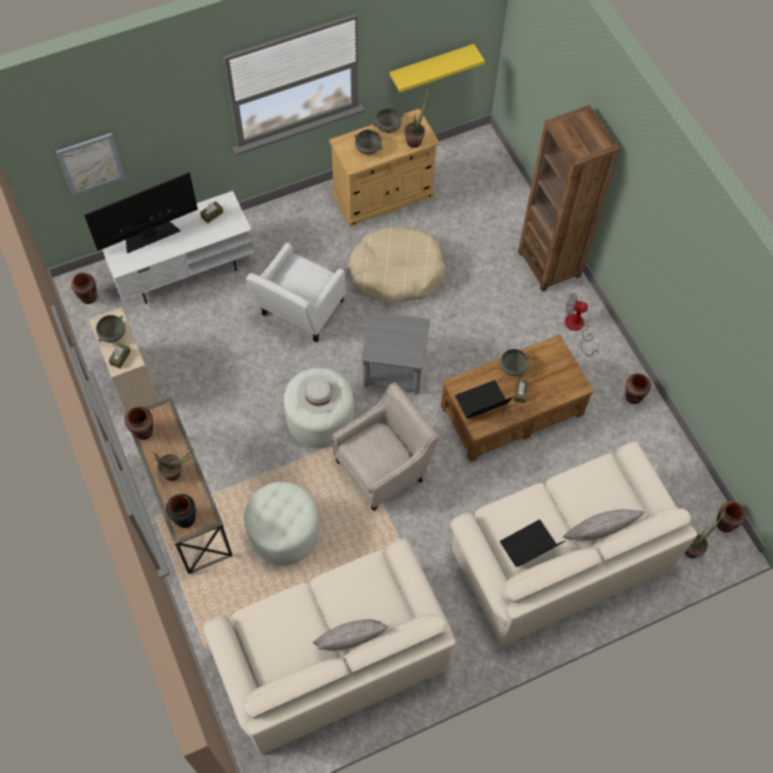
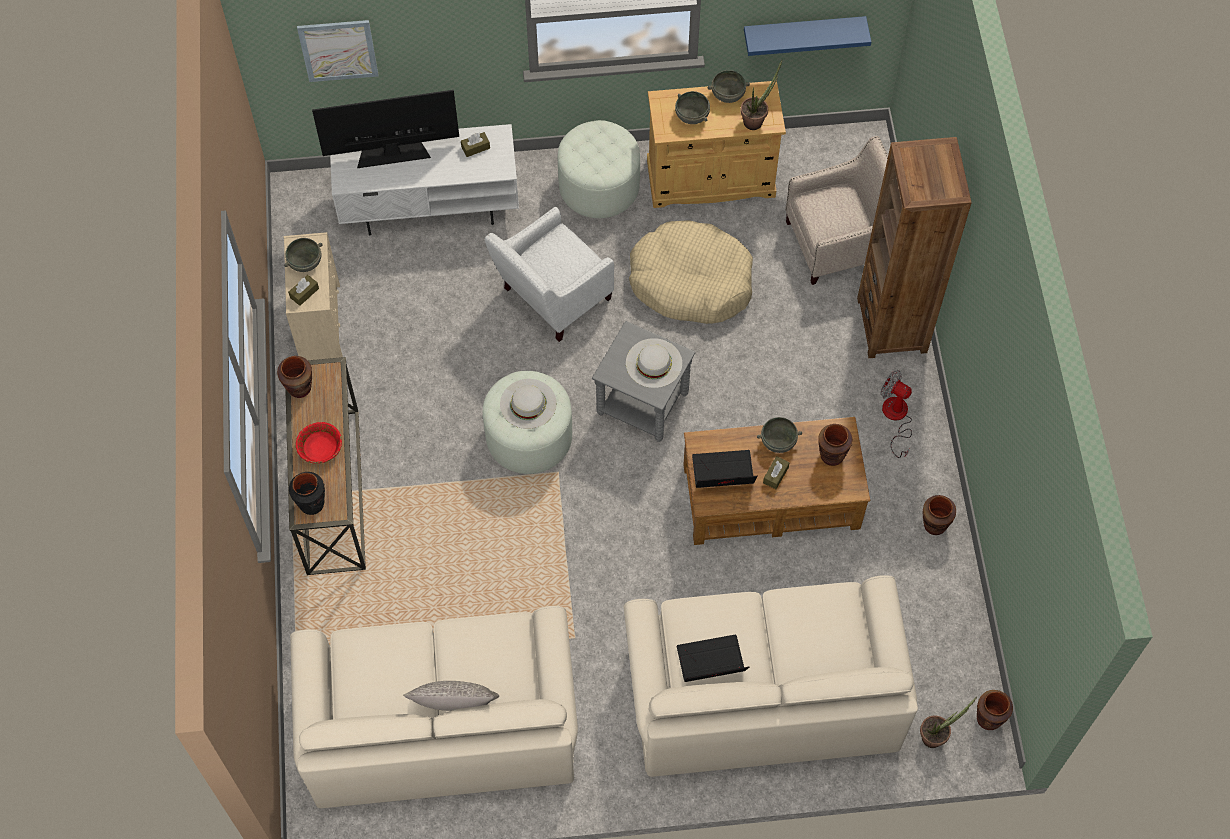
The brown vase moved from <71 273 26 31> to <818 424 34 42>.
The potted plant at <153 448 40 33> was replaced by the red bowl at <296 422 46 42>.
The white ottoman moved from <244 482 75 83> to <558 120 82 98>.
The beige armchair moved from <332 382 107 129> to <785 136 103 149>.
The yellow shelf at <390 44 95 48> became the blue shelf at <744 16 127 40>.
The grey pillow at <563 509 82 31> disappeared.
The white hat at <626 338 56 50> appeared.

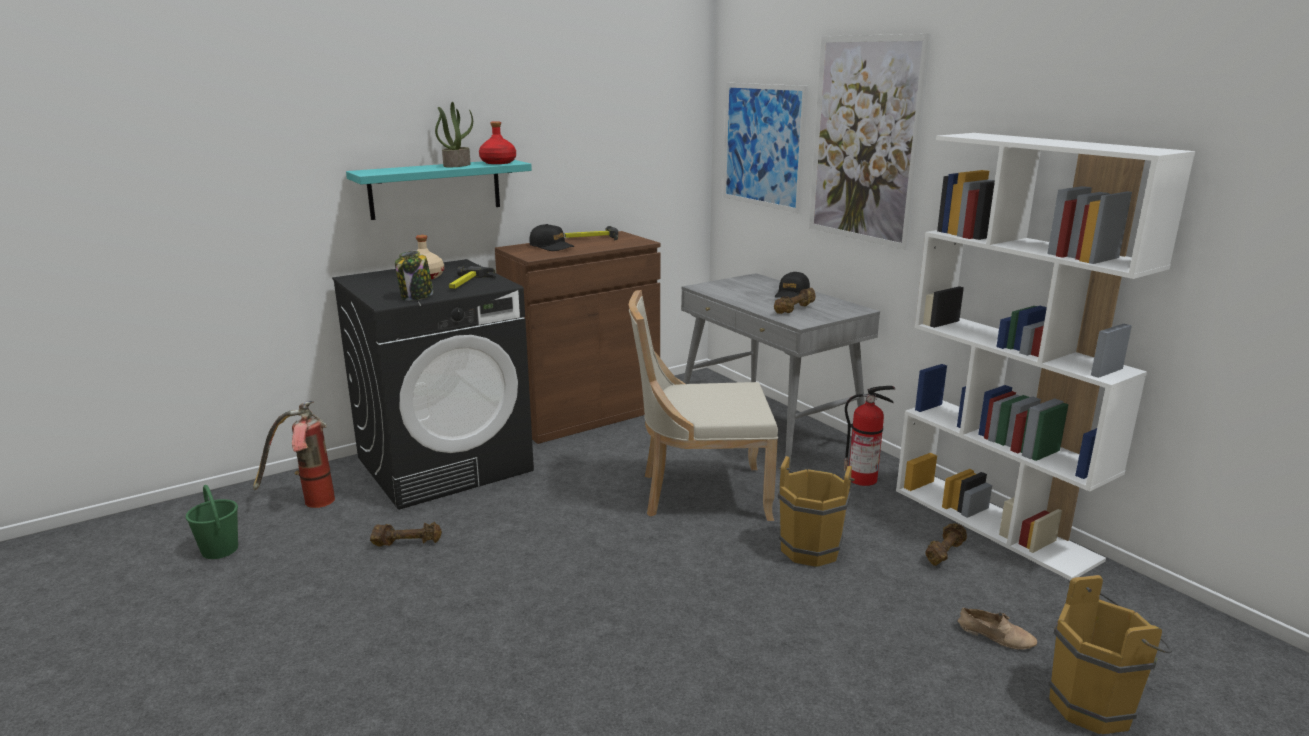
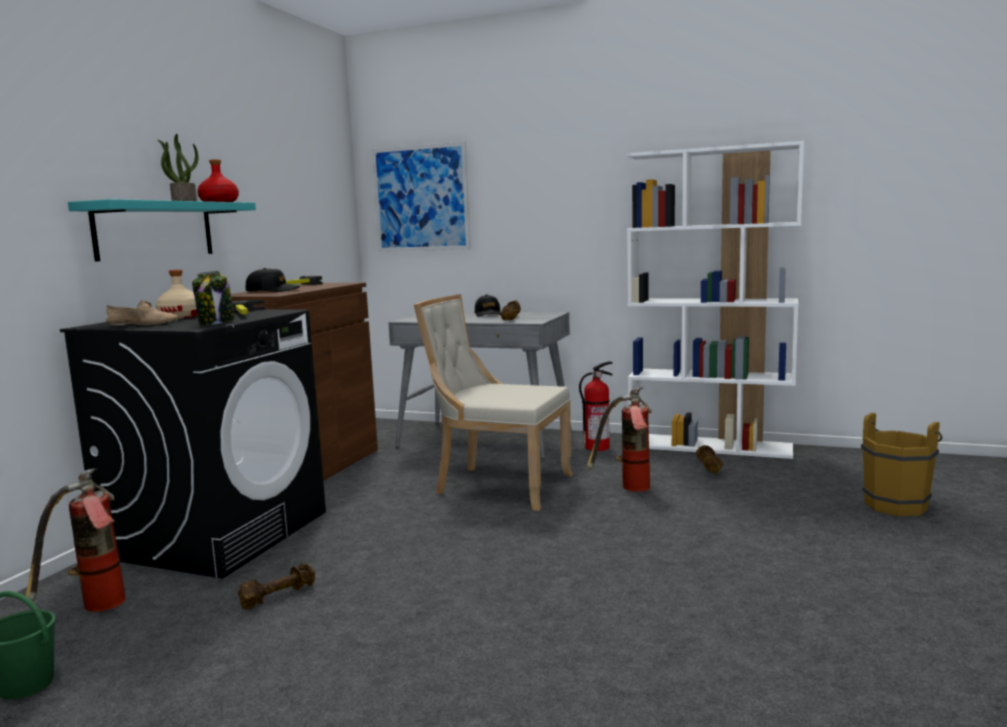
The beige chair at <629 290 149 231> turned 60 degrees clockwise.
The brown bucket at <778 456 77 111> was replaced by the fire extinguisher at <587 387 65 105>.
The picture at <809 34 122 216> disappeared.
The beige shoe moved from <958 608 79 42> to <106 300 72 26>.

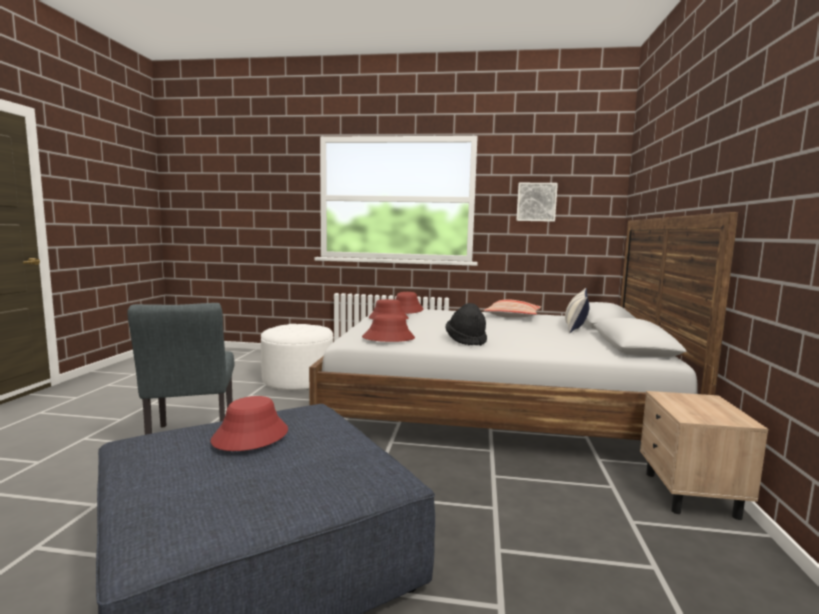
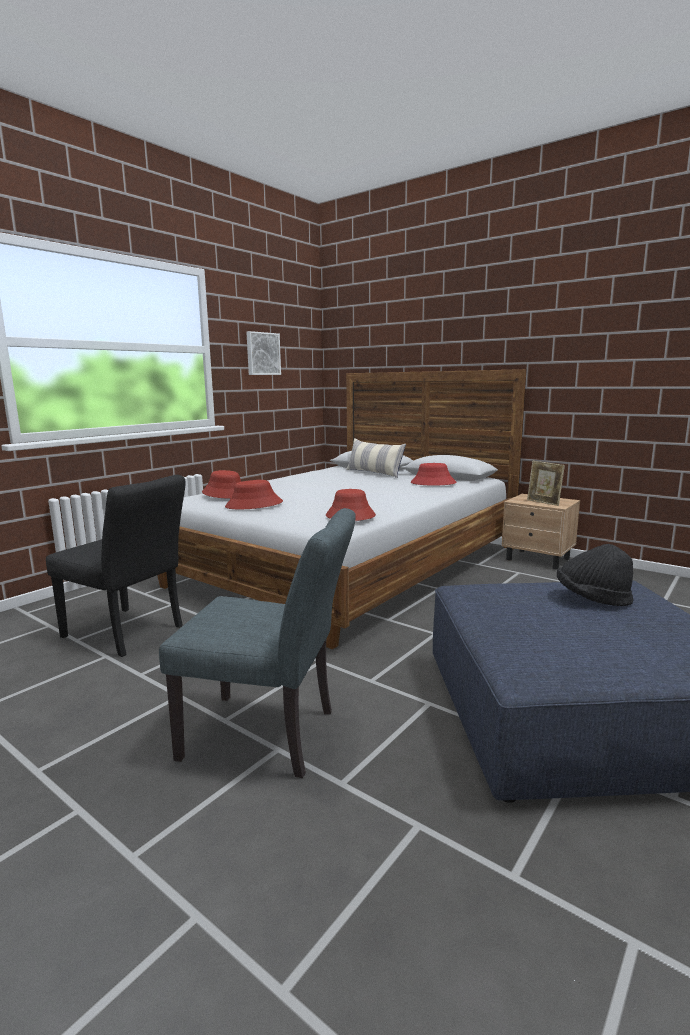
The red hat moved from <211 396 77 55> to <411 463 46 23>.
The white ottoman at <261 324 72 66> was replaced by the black chair at <46 475 140 182>.
The black hat moved from <445 303 42 43> to <557 544 77 62>.
The pillow at <484 299 57 19> disappeared.
The picture frame at <527 461 38 45> appeared.

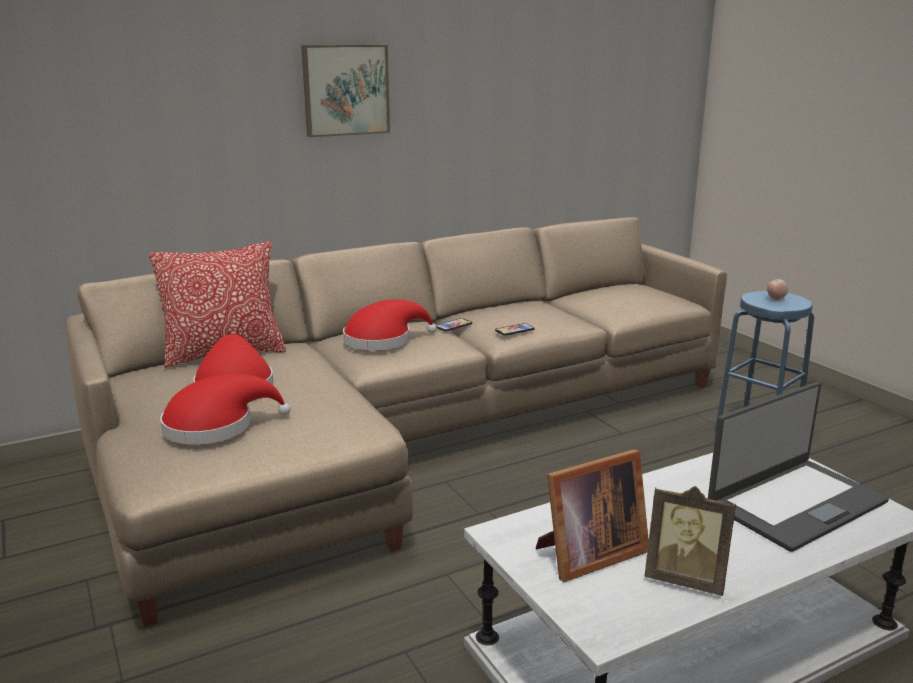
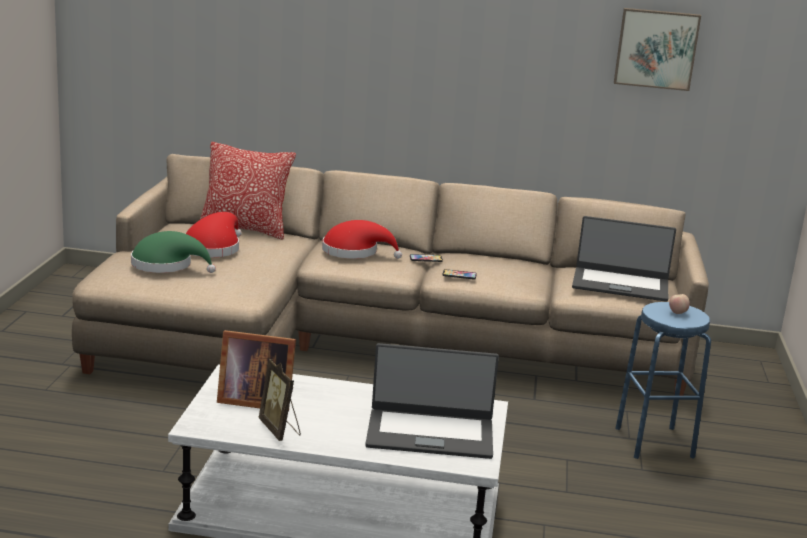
The red hat at <160 374 131 71> became the green hat at <131 231 85 42>.
The picture moved from <301 45 89 92> to <614 8 87 83>.
The laptop at <572 216 104 85> appeared.

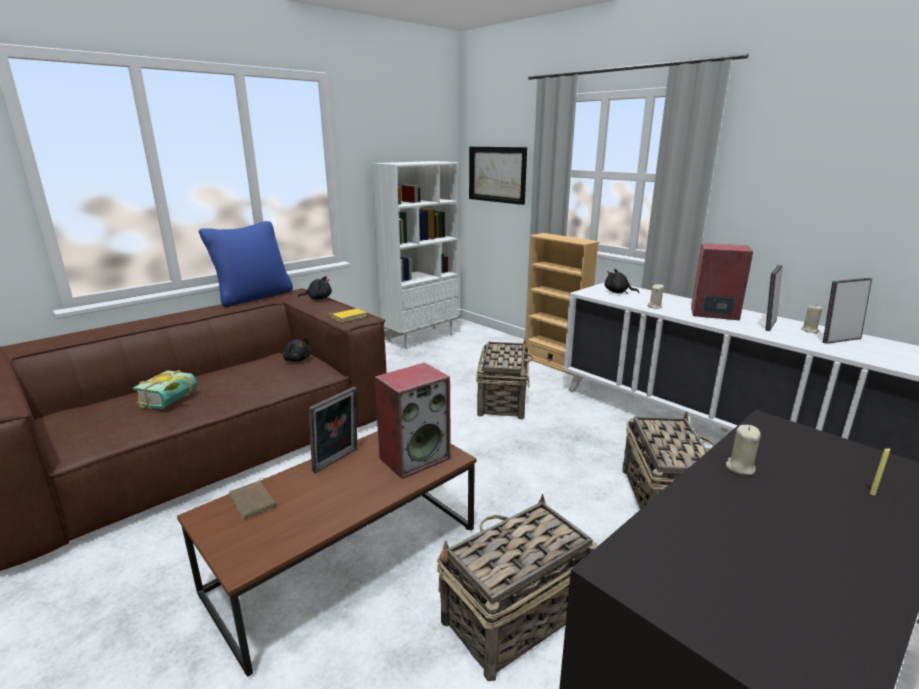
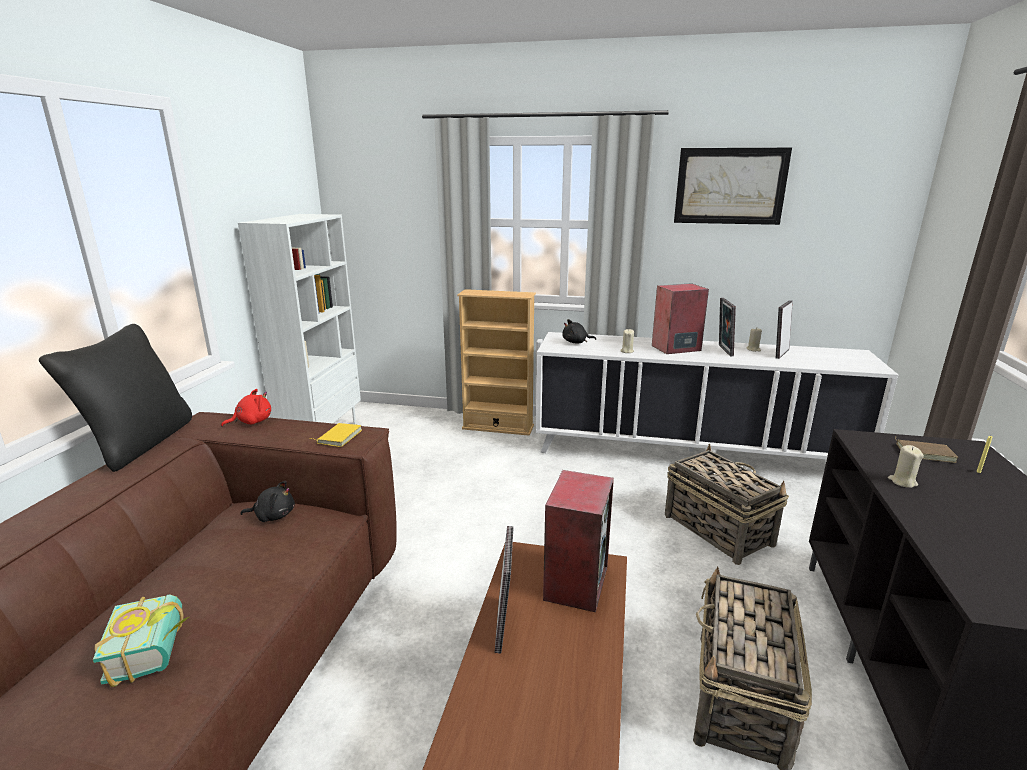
The blue pillow at <199 221 94 86> became the black pillow at <39 324 153 148>.
The brown book moved from <229 478 47 42> to <895 436 64 27>.
The black plush toy at <298 276 34 24> became the red plush toy at <221 389 50 38>.
The picture moved from <469 147 58 58> to <674 148 118 77>.
The basket at <476 338 57 81> disappeared.

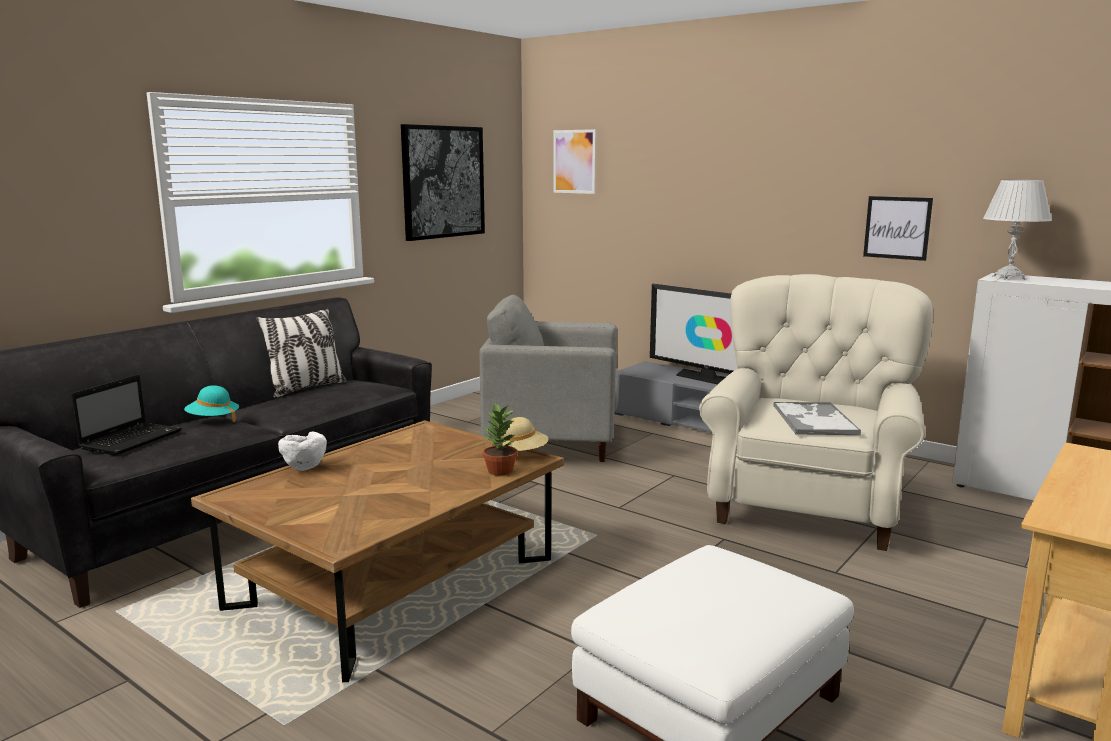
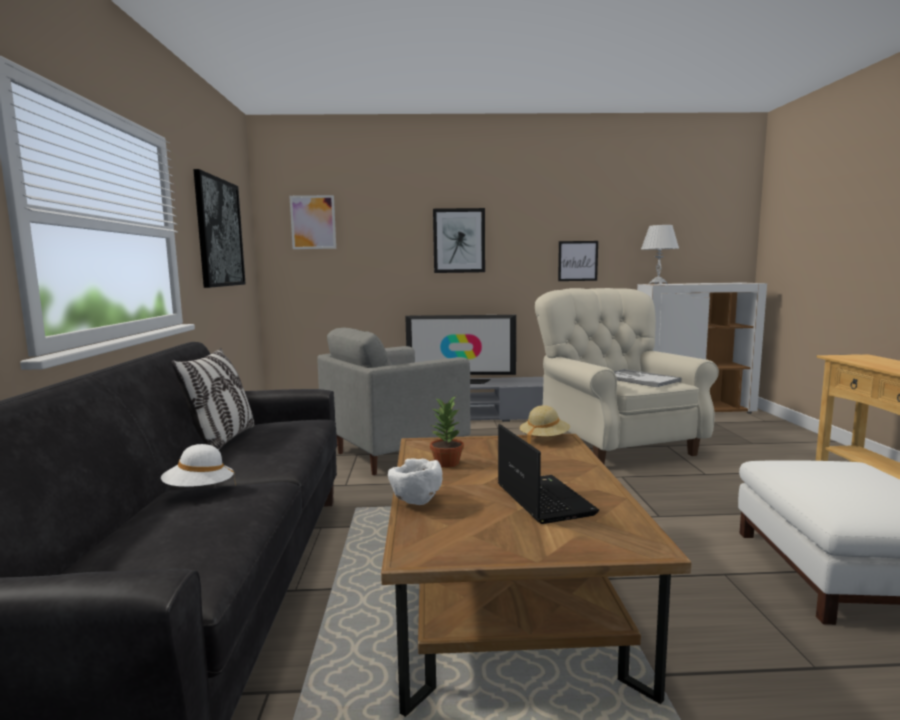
The laptop moved from <71 374 111 82> to <498 424 101 100>.
The turquoise hat at <184 385 55 37> became the white hat at <161 444 75 43>.
The potted plant moved from <483 403 34 73> to <430 396 34 72>.
The picture at <433 208 52 65> appeared.

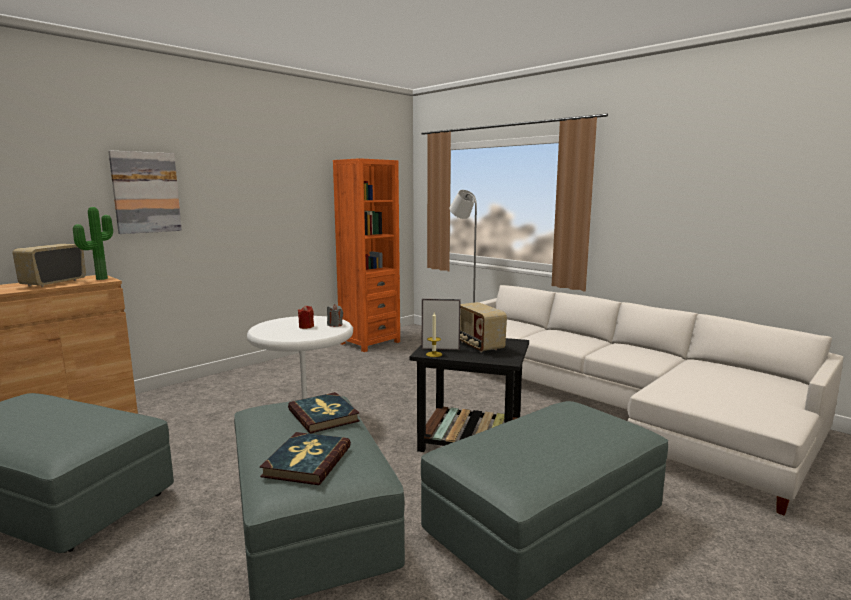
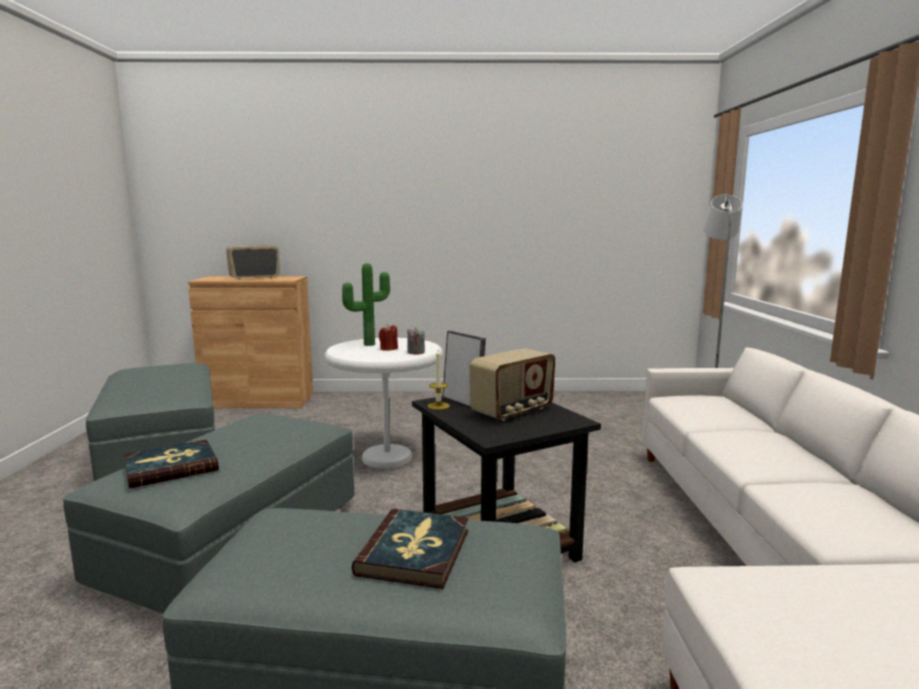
The potted plant moved from <73 207 40 73> to <342 263 48 83>.
The picture at <108 150 74 84> disappeared.
The book moved from <288 392 72 41> to <352 509 116 80>.
The orange bookcase at <333 158 67 194> disappeared.
The radio at <460 302 47 51> turned 150 degrees counterclockwise.

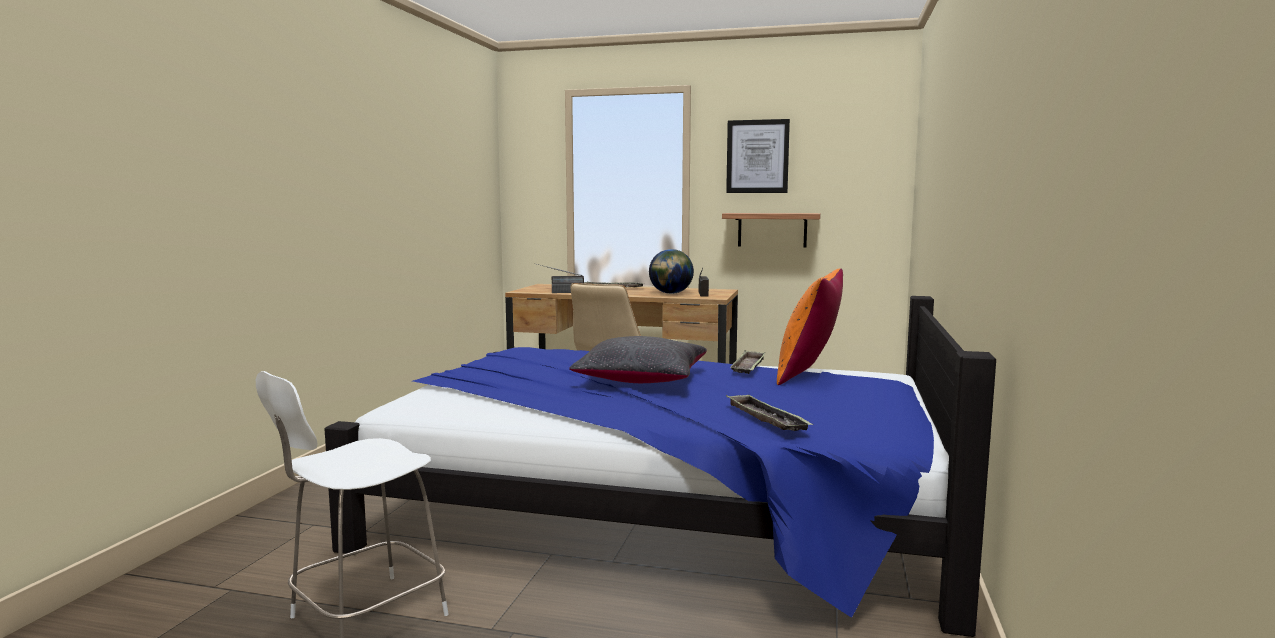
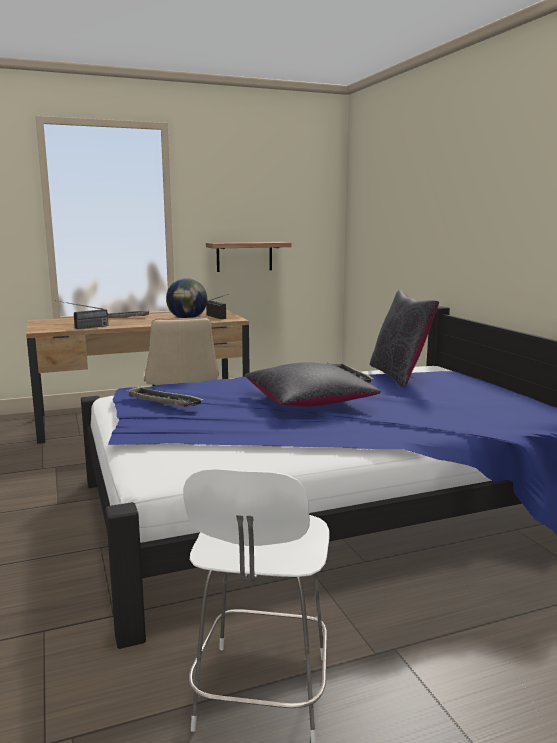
The picture at <726 119 64 74> disappeared.
The tray moved from <726 394 87 37> to <125 386 79 21>.
The orange pillow at <777 268 66 117> became the black pillow at <370 290 69 98>.

